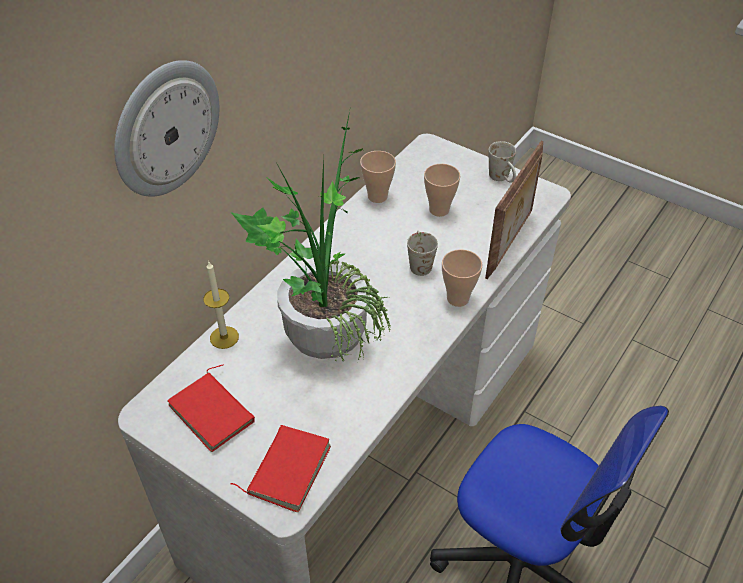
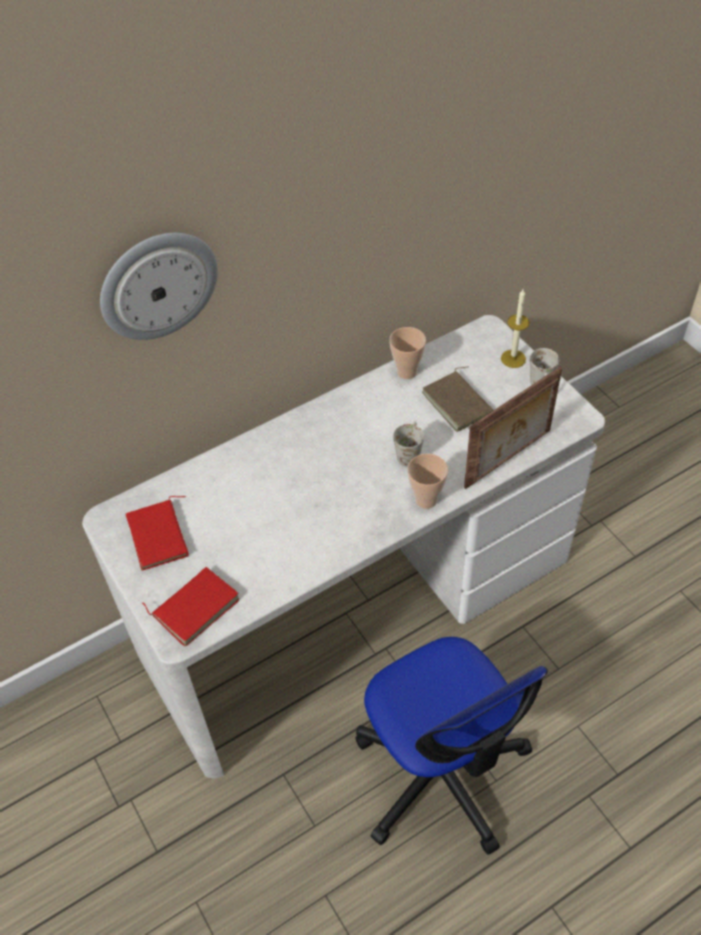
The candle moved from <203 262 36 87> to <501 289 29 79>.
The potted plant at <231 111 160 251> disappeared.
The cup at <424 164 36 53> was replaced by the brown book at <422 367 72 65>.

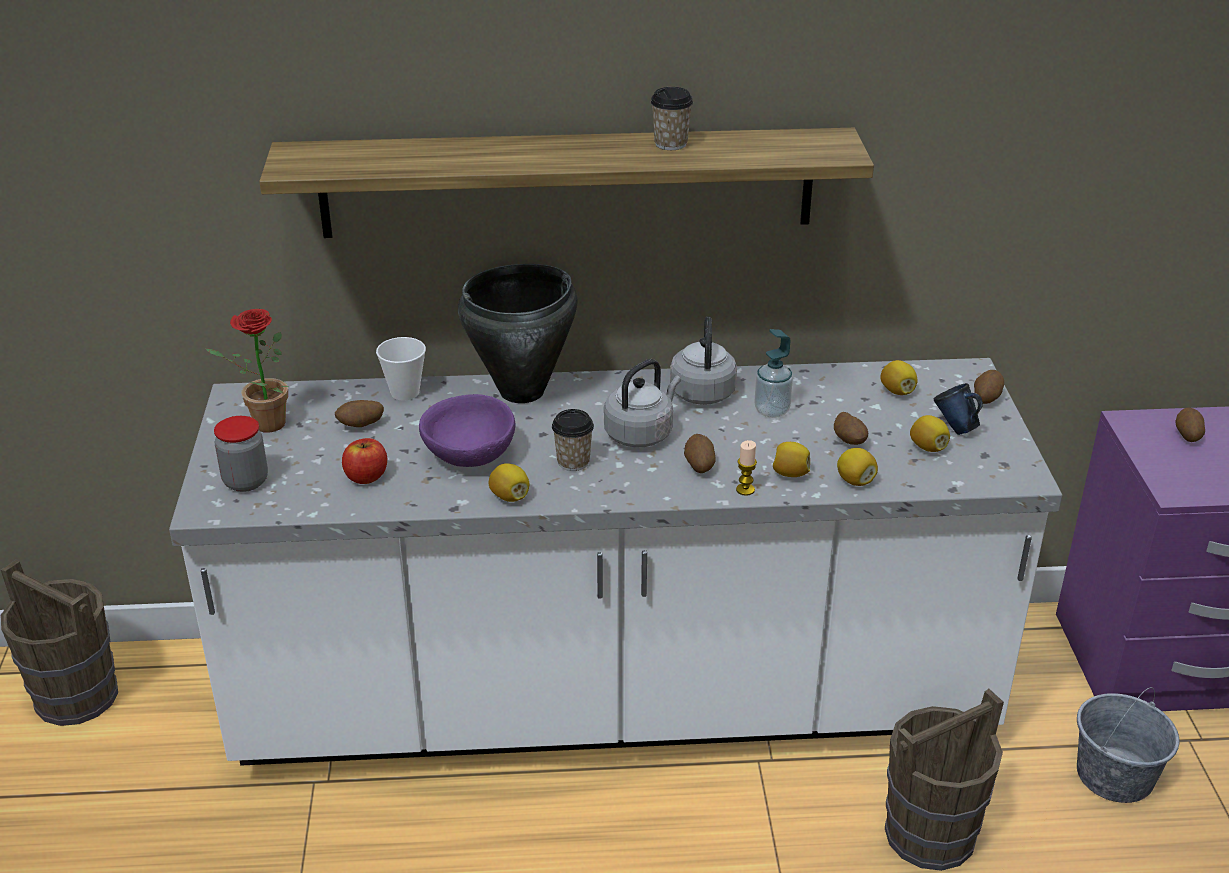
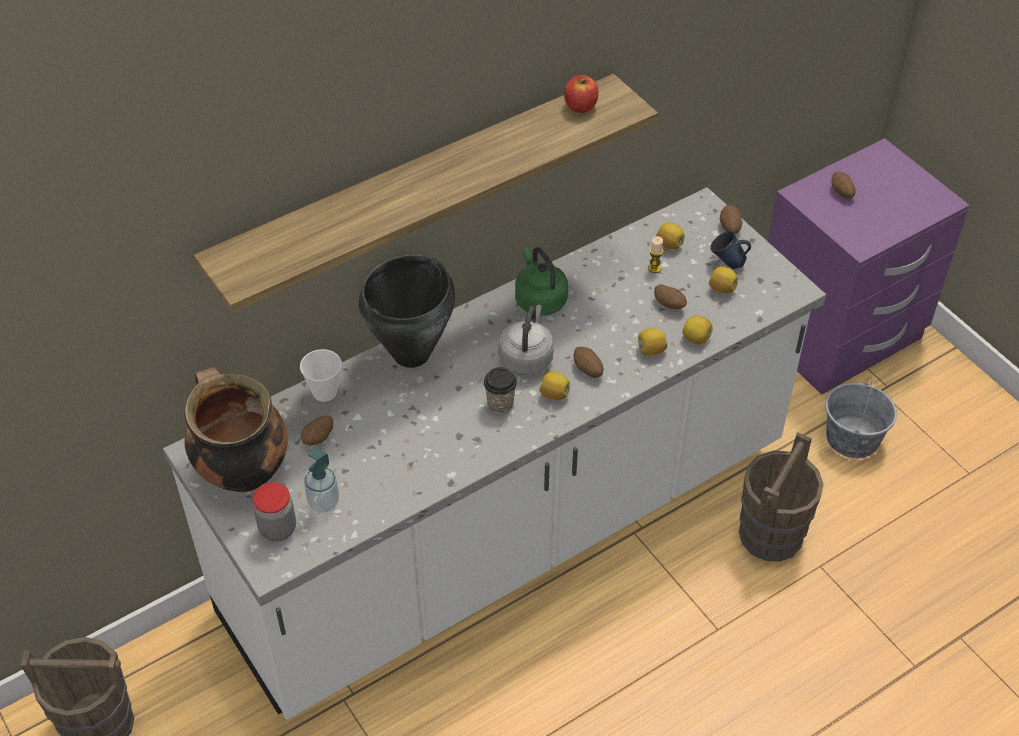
The potted plant at <206 309 83 123> was replaced by the cooking pot at <184 367 104 125>.
The apple moved from <342 438 45 46> to <564 75 35 38>.
The purple bowl at <419 394 96 73> disappeared.
The lemon moved from <489 463 40 39> to <539 371 31 29>.
The cup at <651 87 42 63> disappeared.
The grey kettle at <670 316 67 89> became the green kettle at <515 247 53 68>.
The candle moved from <736 440 21 56> to <648 236 15 37>.
The soap dispenser moved from <754 329 39 89> to <304 448 35 64>.

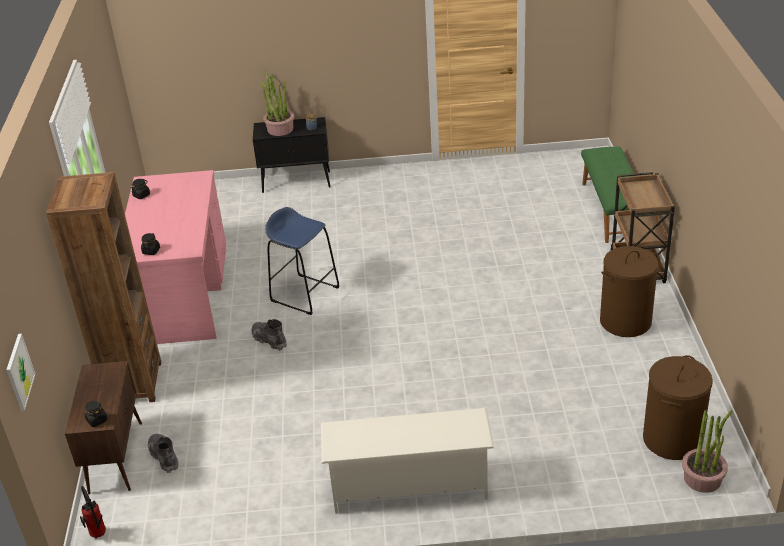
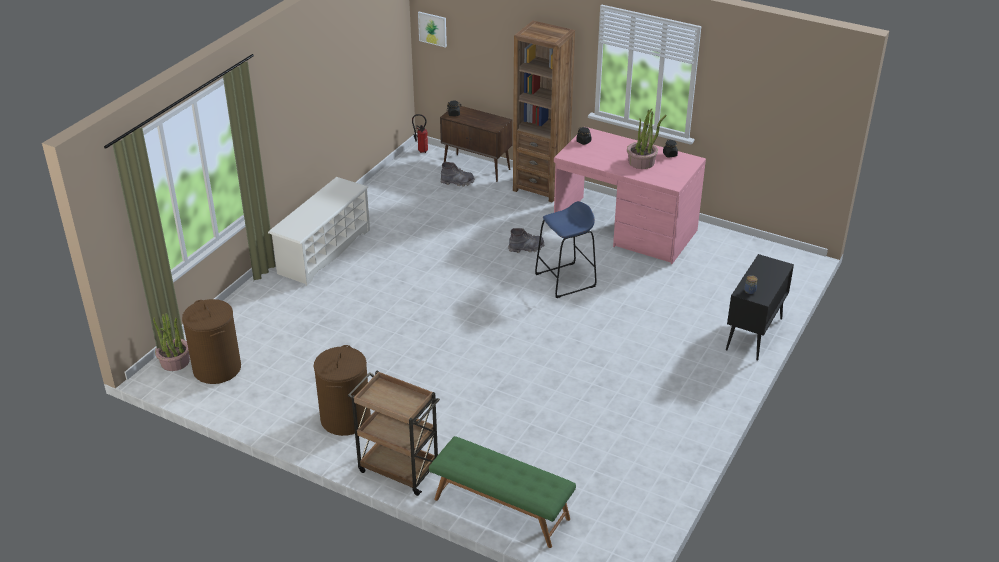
The potted plant moved from <261 72 34 64> to <627 109 40 60>.

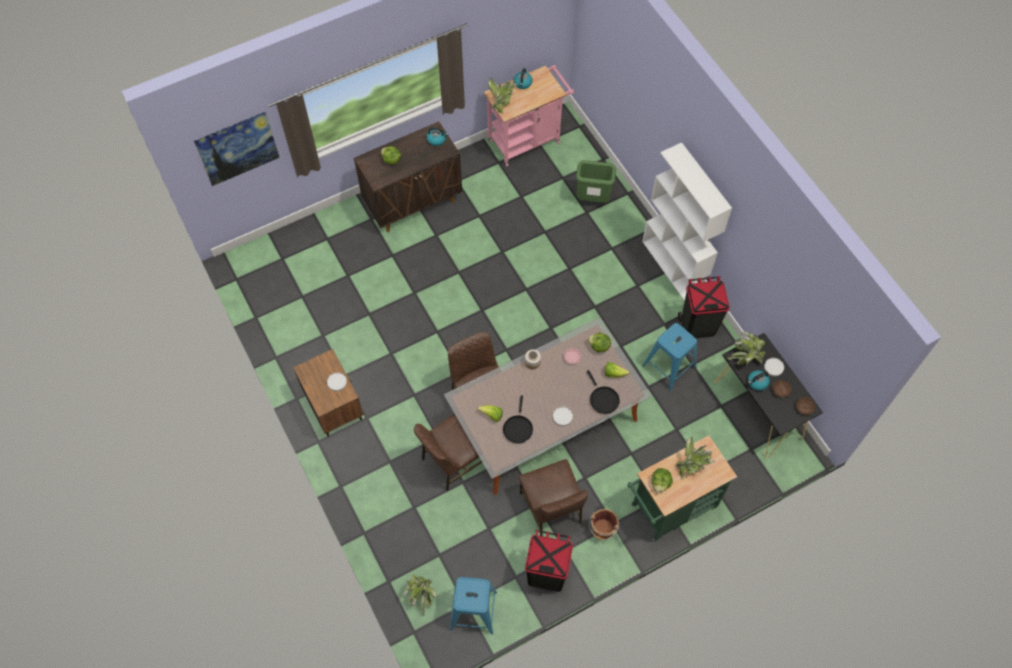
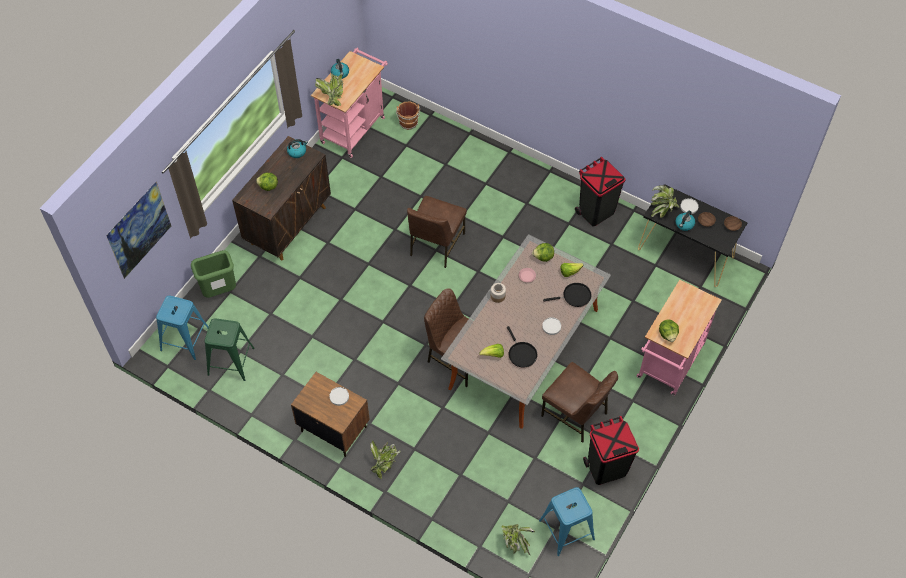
The brown chair moved from <414 414 68 77> to <407 196 60 72>.
The green trash can moved from <576 160 40 43> to <191 250 45 48>.
The black frying pan at <587 370 33 44> turned 45 degrees counterclockwise.
The brown bucket moved from <589 509 30 31> to <396 101 24 29>.
The green cart at <627 435 110 106> became the pink cart at <637 280 85 115>.
The white bookcase at <642 142 90 159> disappeared.
The blue stool moved from <642 323 55 68> to <156 296 52 64>.
The potted plant moved from <676 437 39 41> to <370 440 31 39>.
The green stool at <205 318 50 63> appeared.

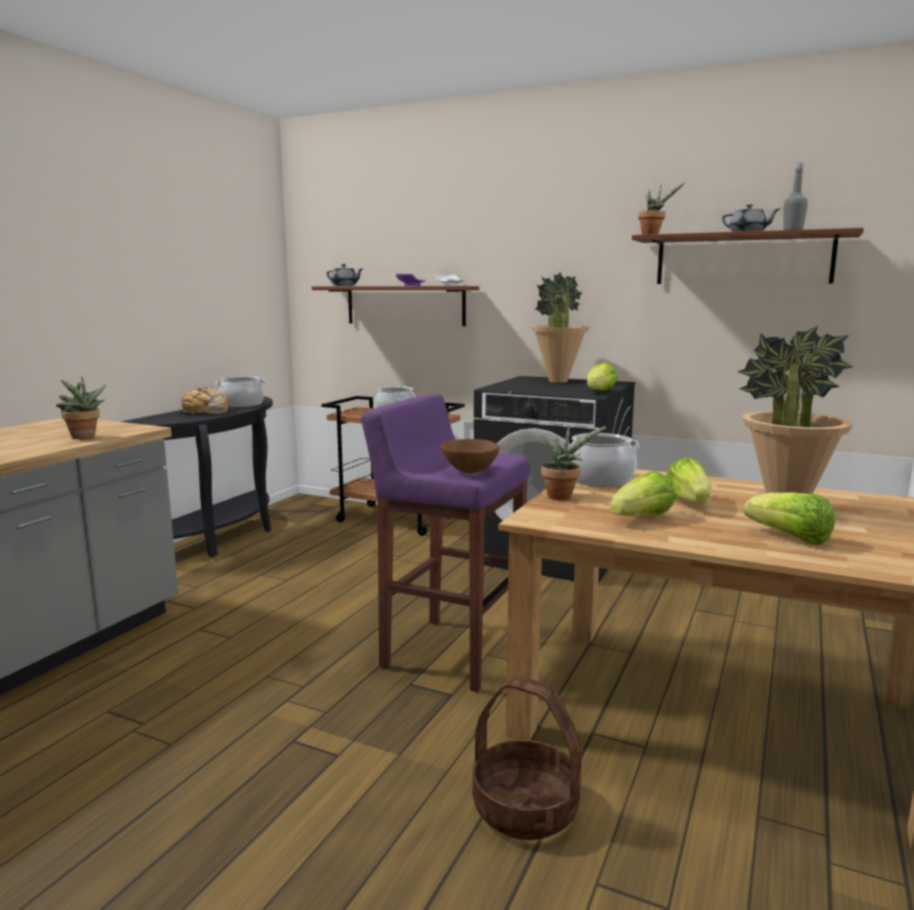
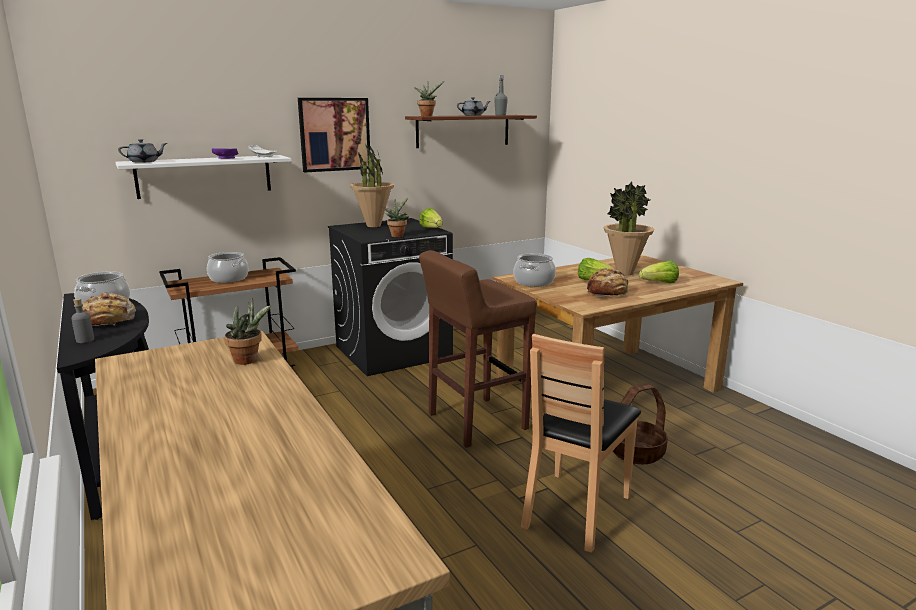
The brown shelf at <312 286 167 40> became the white shelf at <116 155 176 44>.
The purple stool at <361 394 169 298> became the brown stool at <419 250 118 198>.
The brown bowl at <441 439 59 34> disappeared.
The potted plant moved from <541 425 65 75> to <382 197 27 40>.
The lettuce at <610 471 66 45> was replaced by the bread at <587 268 41 29>.
The grey bottle at <71 298 23 45> appeared.
The picture at <298 98 72 74> appeared.
The brown chair at <521 334 120 219> appeared.

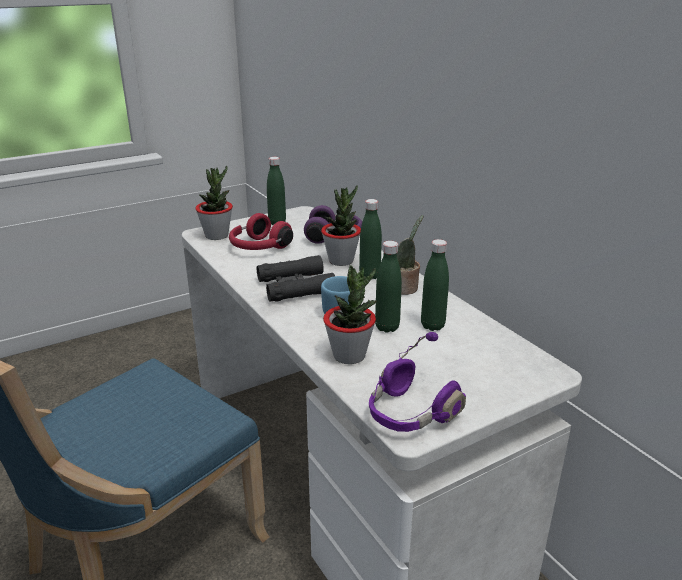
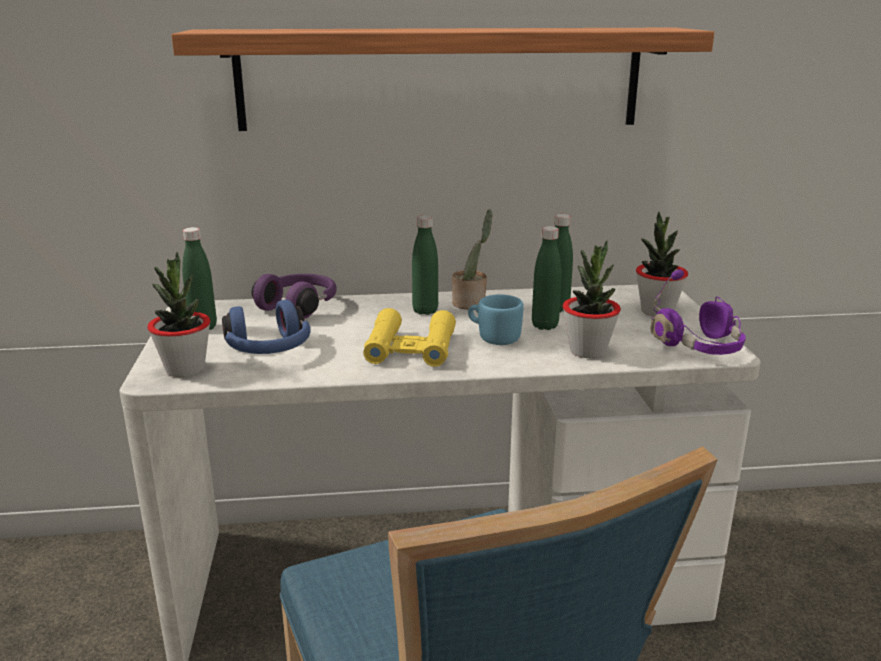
The red headphones at <229 213 64 37> became the blue headphones at <222 300 89 54>.
The black binoculars at <257 255 78 46> became the yellow binoculars at <363 308 93 59>.
The potted plant moved from <321 185 40 81> to <636 212 52 105>.
The shelf at <172 28 542 103> appeared.

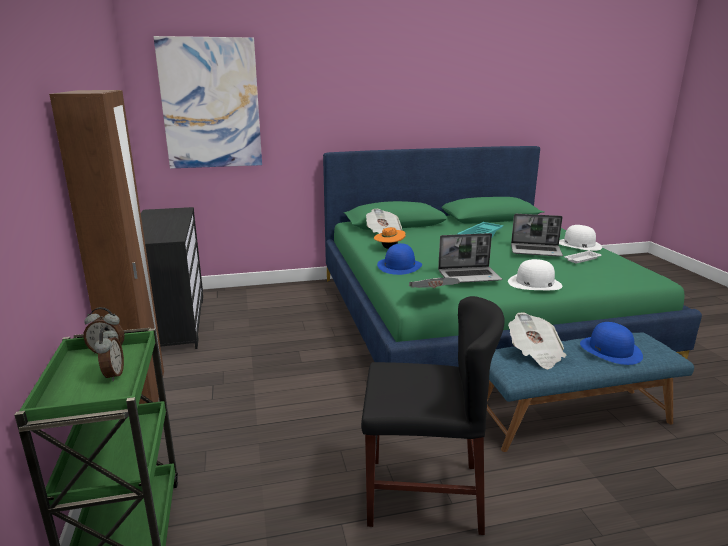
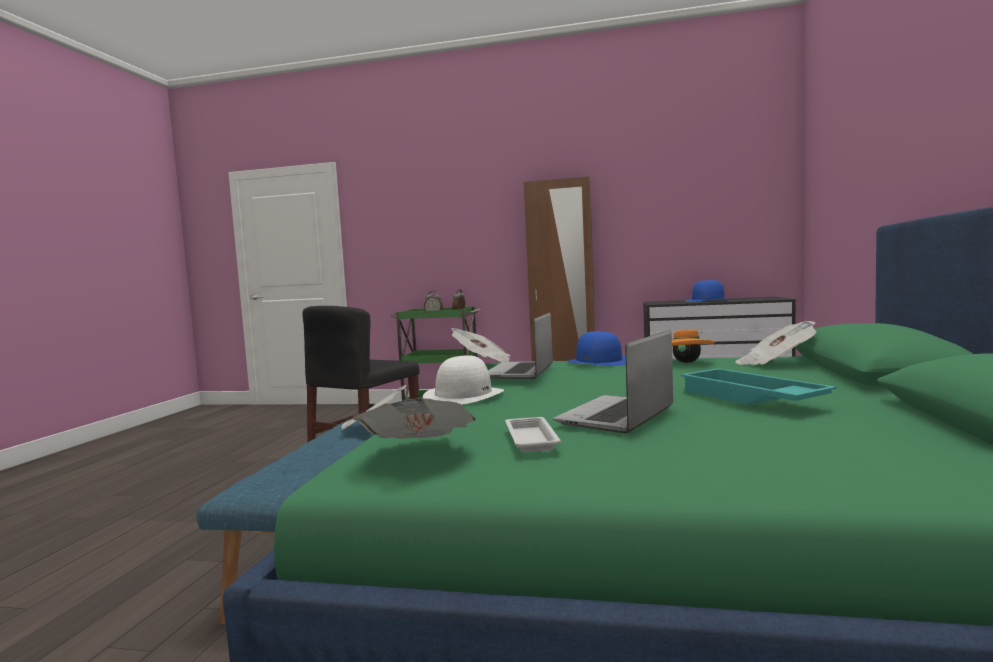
The picture at <153 36 109 133> disappeared.
The white hat at <559 225 43 26> disappeared.
The blue hat moved from <580 322 63 43> to <685 280 46 22>.
The newspaper at <353 398 123 41> appeared.

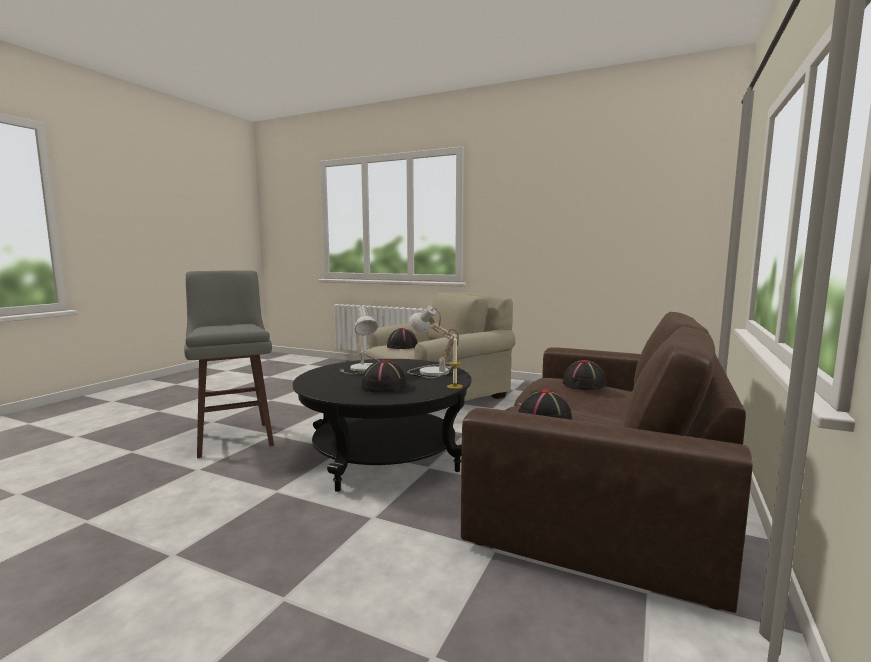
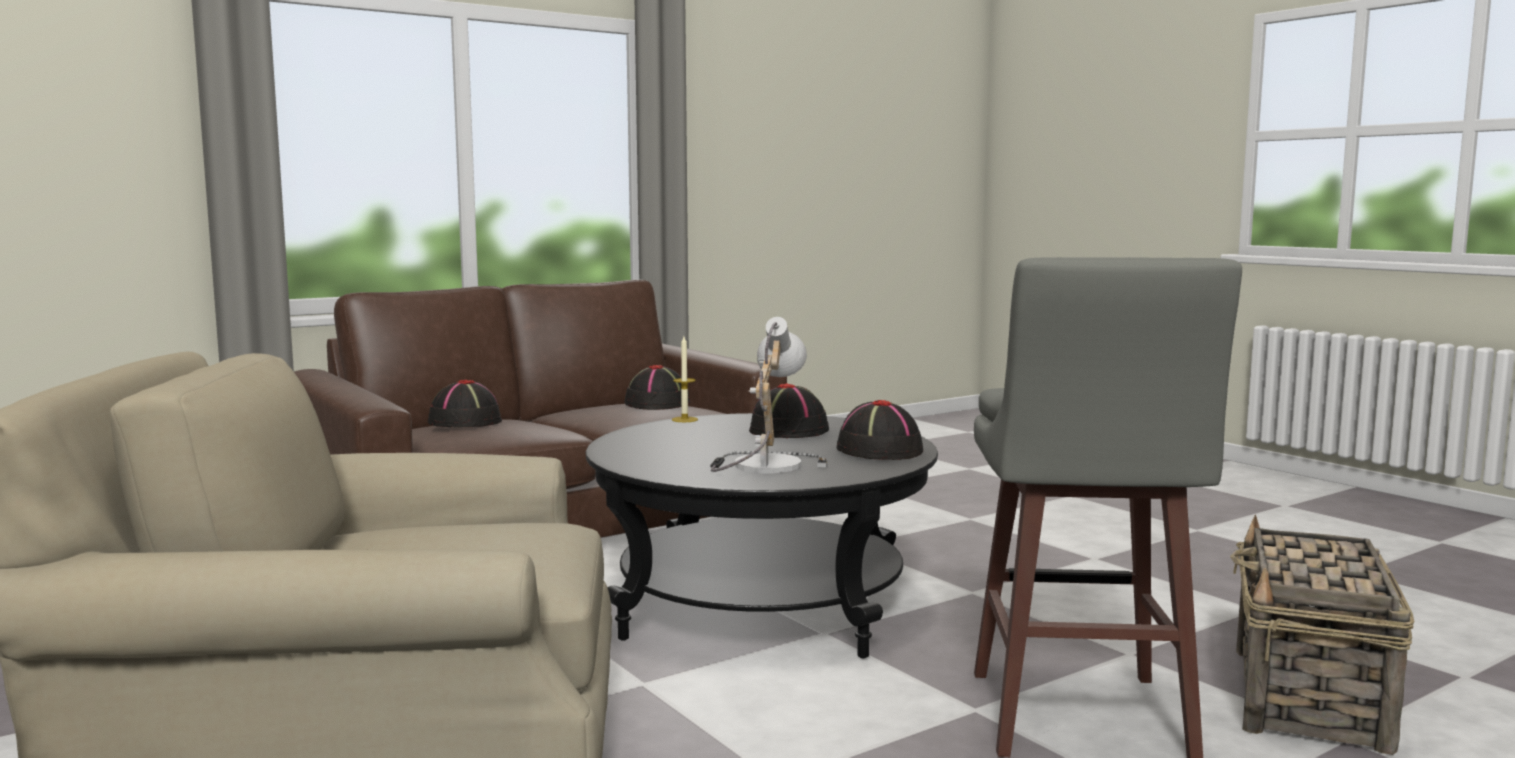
The black hat moved from <387 328 31 21> to <836 400 87 60>.
The table lamp at <407 306 52 73> disappeared.
The basket at <1230 514 184 241> appeared.

